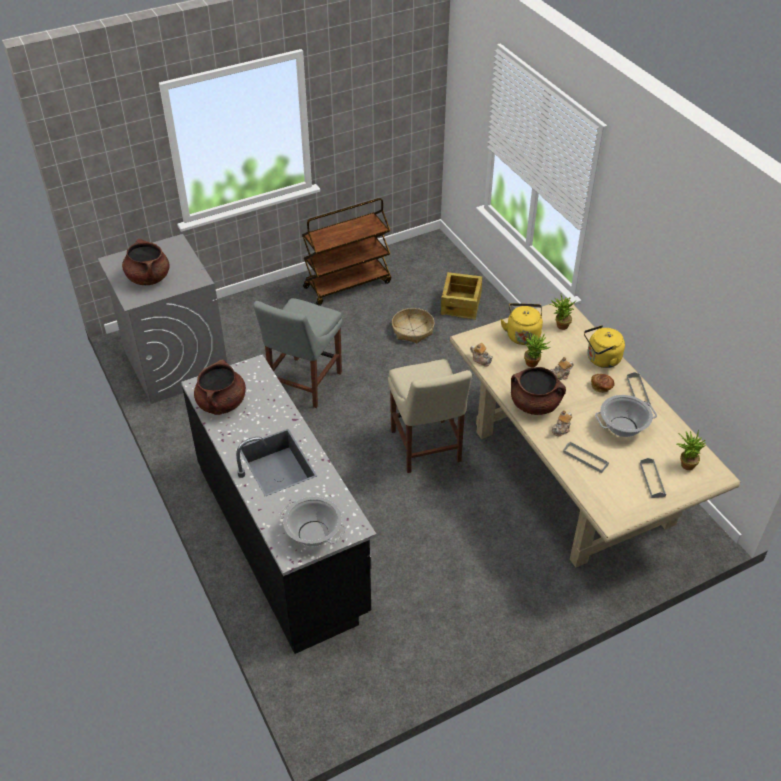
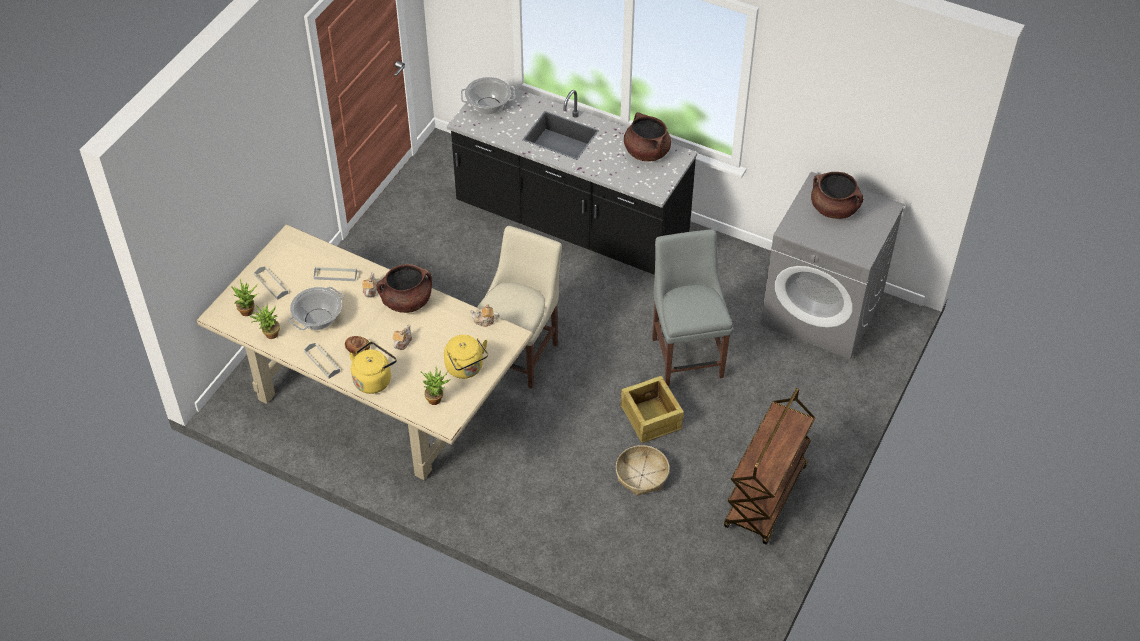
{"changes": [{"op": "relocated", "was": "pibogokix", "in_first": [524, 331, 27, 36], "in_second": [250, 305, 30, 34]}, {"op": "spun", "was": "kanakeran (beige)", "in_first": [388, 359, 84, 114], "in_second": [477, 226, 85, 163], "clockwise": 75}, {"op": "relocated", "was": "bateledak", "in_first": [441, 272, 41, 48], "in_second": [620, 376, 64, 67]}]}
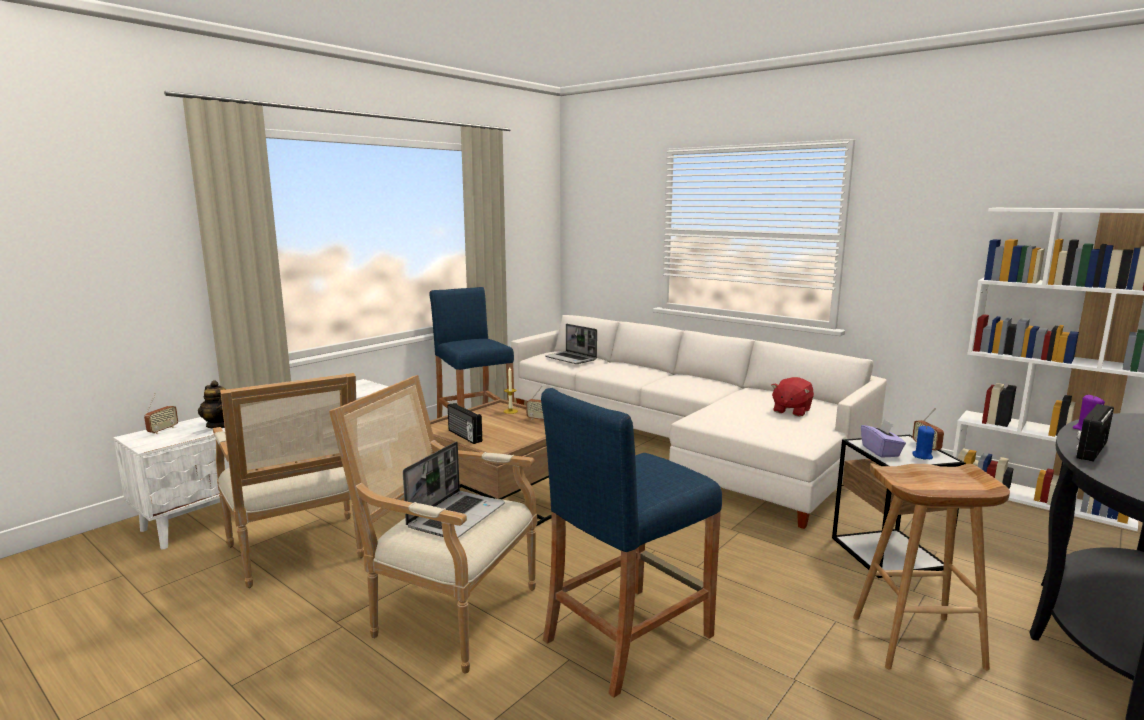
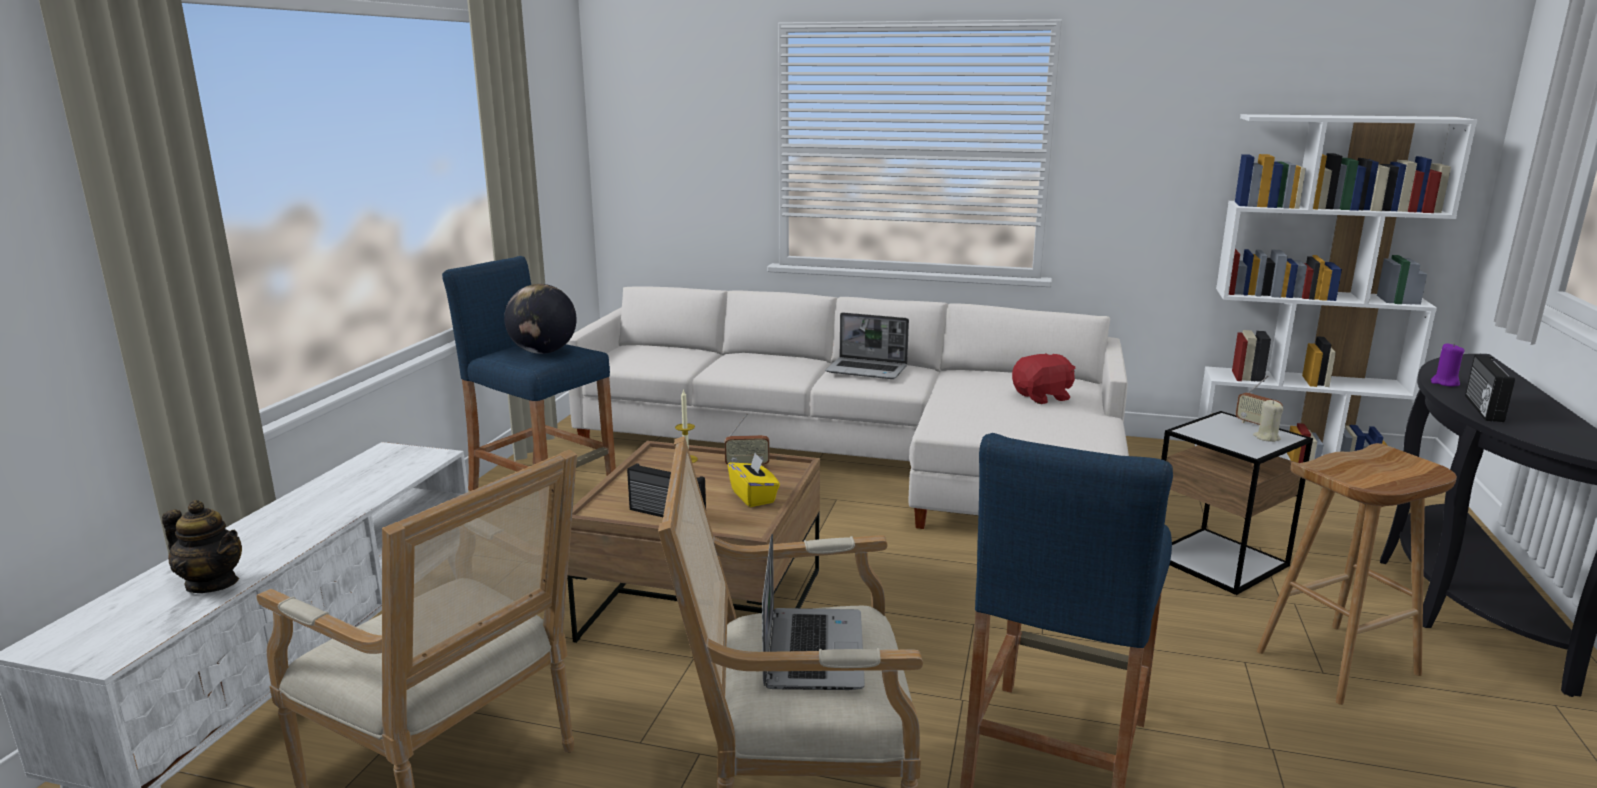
{"changes": [{"op": "appeared", "now": "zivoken", "in_second": [504, 284, 73, 70]}, {"op": "appeared", "now": "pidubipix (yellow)", "in_second": [728, 453, 52, 54]}, {"op": "relocated", "was": "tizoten", "in_first": [545, 324, 52, 40], "in_second": [825, 312, 84, 67]}, {"op": "spun", "was": "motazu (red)", "in_first": [771, 377, 43, 40], "in_second": [1012, 353, 63, 51], "clockwise": -120}, {"op": "colour", "was": "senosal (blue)", "now": "senosal (beige)", "in_first": [912, 426, 23, 33], "in_second": [1253, 400, 31, 42]}, {"op": "missing", "was": "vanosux", "in_first": [144, 393, 34, 41]}, {"op": "missing", "was": "pidubipix (purple)", "in_first": [861, 419, 45, 39]}]}
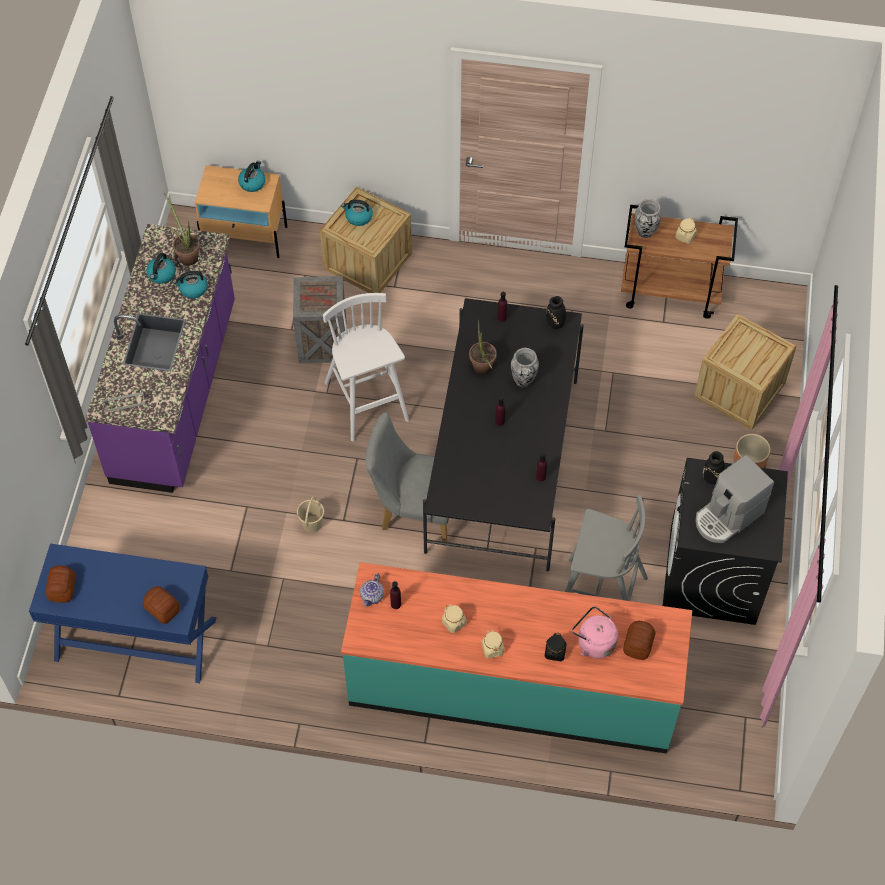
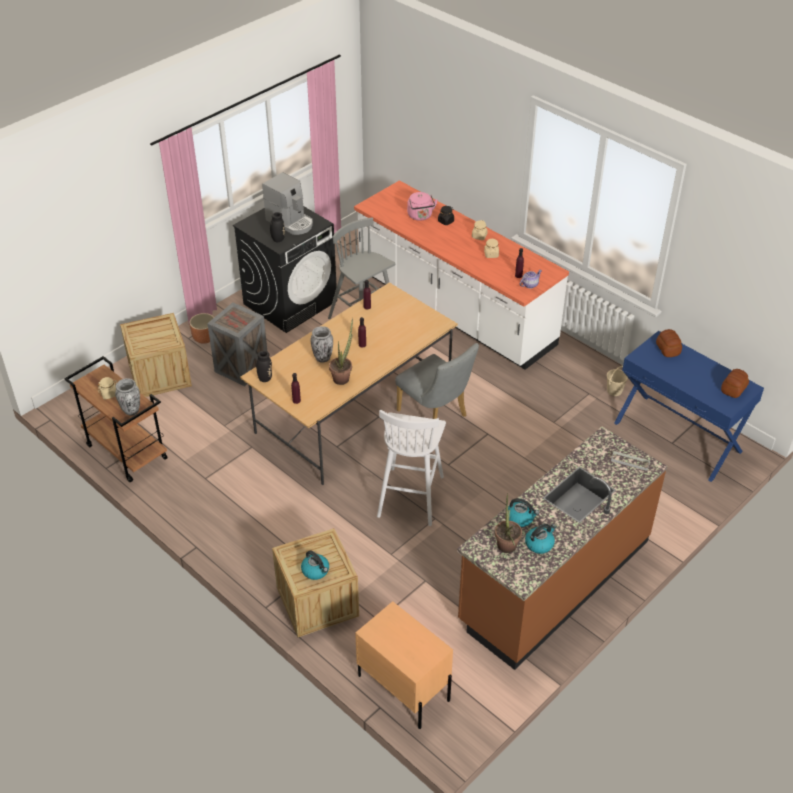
{"changes": [{"op": "relocated", "was": "bateledak", "in_first": [293, 276, 54, 87], "in_second": [207, 302, 61, 84]}, {"op": "colour", "was": "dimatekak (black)", "now": "dimatekak (beige)", "in_first": [423, 298, 161, 273], "in_second": [240, 282, 218, 203]}, {"op": "spun", "was": "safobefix", "in_first": [695, 455, 79, 88], "in_second": [262, 172, 51, 63], "clockwise": 45}, {"op": "colour", "was": "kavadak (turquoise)", "now": "kavadak (white)", "in_first": [341, 562, 351, 192], "in_second": [354, 180, 215, 190]}, {"op": "colour", "was": "kavadak (purple)", "now": "kavadak (brown)", "in_first": [86, 224, 149, 269], "in_second": [457, 427, 211, 243]}, {"op": "relocated", "was": "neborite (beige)", "in_first": [297, 496, 27, 37], "in_second": [607, 366, 21, 30]}, {"op": "missing", "was": "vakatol", "in_first": [238, 161, 28, 31]}, {"op": "missing", "was": "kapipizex", "in_first": [623, 621, 33, 39]}]}
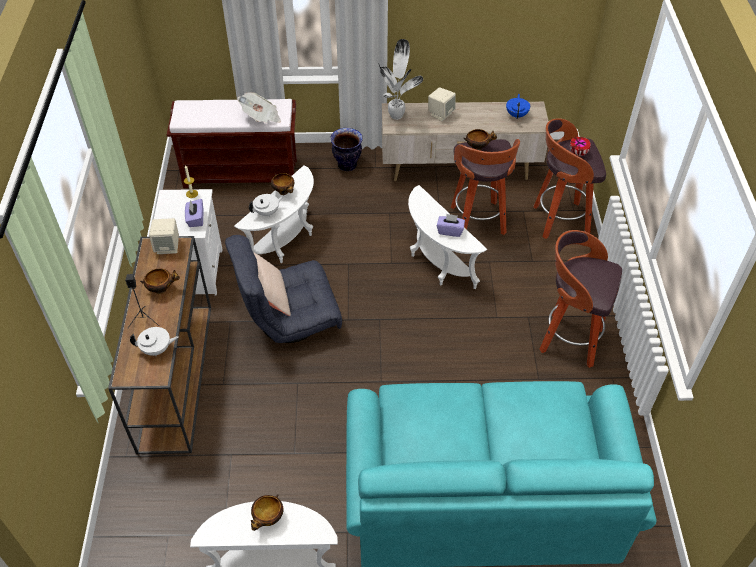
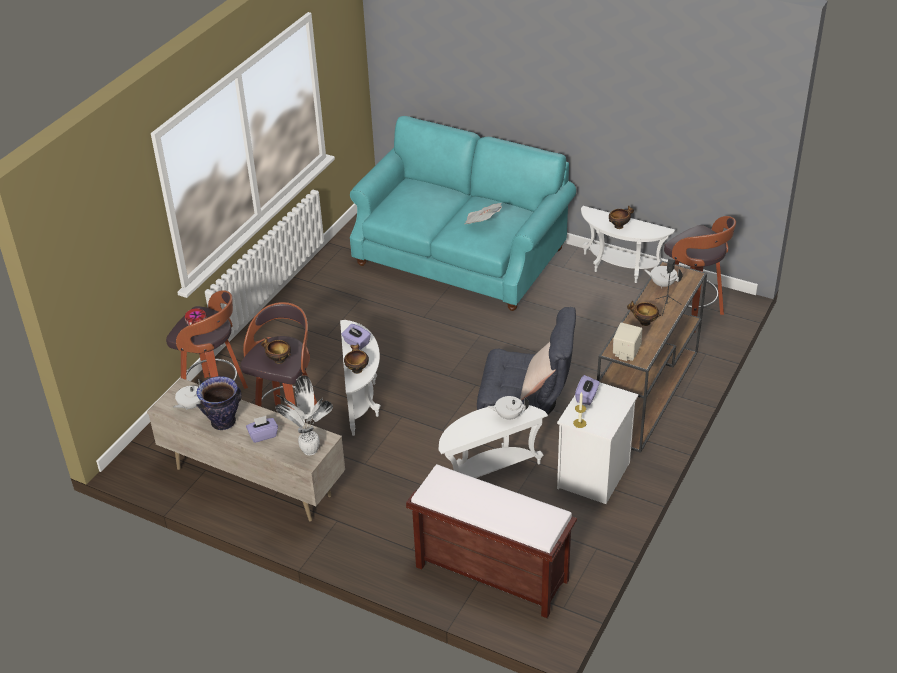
{"changes": [{"op": "colour", "was": "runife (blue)", "now": "runife (white)", "in_first": [506, 94, 24, 25], "in_second": [173, 379, 30, 31]}, {"op": "relocated", "was": "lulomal", "in_first": [330, 128, 33, 43], "in_second": [196, 376, 46, 54]}, {"op": "exchanged", "was": "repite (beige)", "now": "pidubipix (purple)", "in_first": [428, 87, 28, 34], "in_second": [246, 416, 32, 27]}, {"op": "relocated", "was": "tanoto", "in_first": [271, 173, 23, 22], "in_second": [344, 344, 25, 30]}, {"op": "relocated", "was": "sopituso", "in_first": [237, 92, 44, 31], "in_second": [465, 203, 37, 21]}, {"op": "relocated", "was": "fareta", "in_first": [539, 230, 83, 138], "in_second": [664, 216, 72, 116]}]}
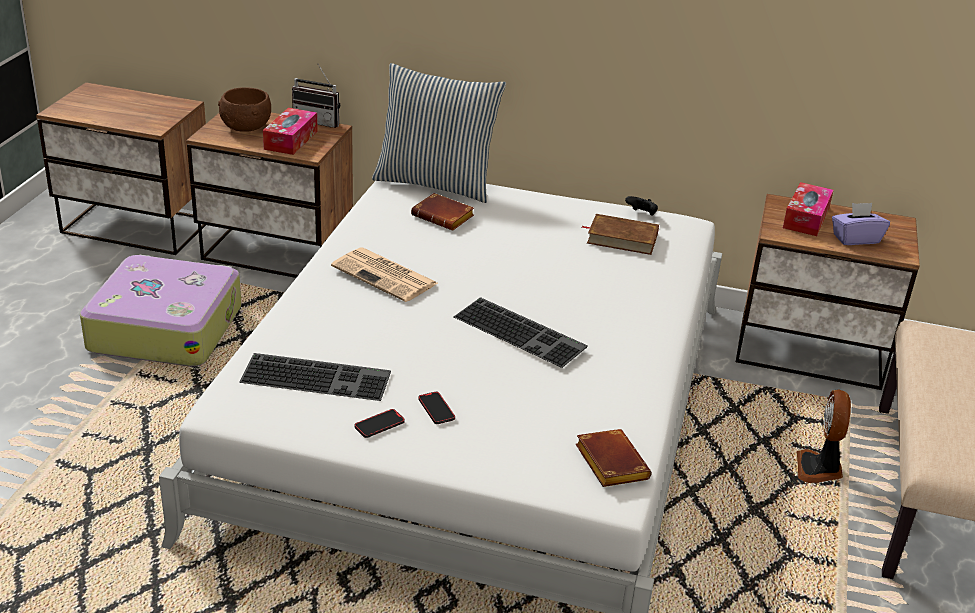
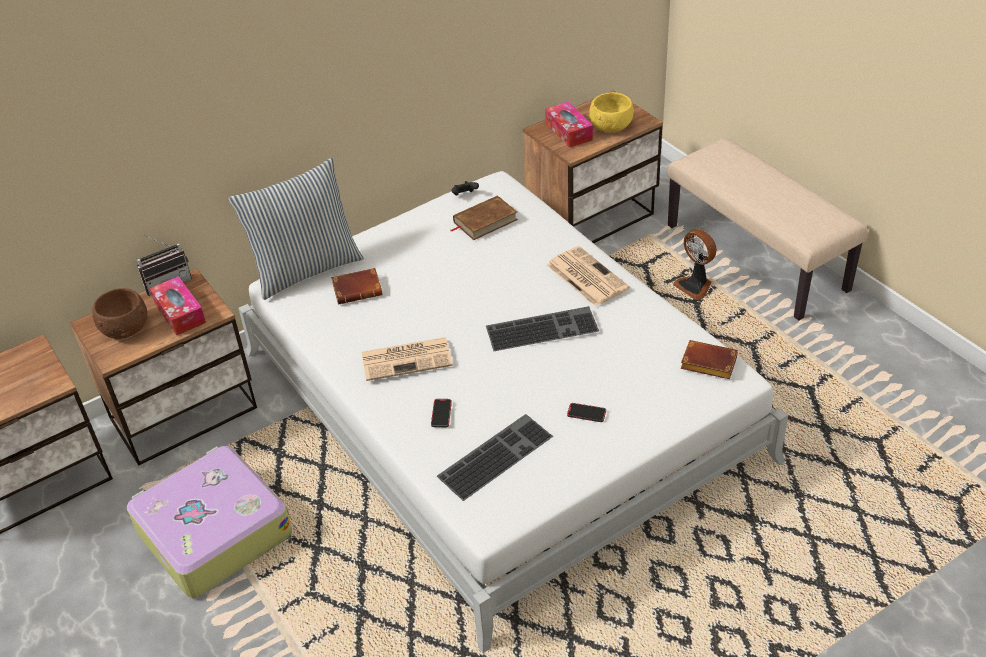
{"changes": [{"op": "relocated", "was": "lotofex", "in_first": [354, 409, 51, 29], "in_second": [431, 399, 21, 28]}, {"op": "appeared", "now": "sopituso", "in_second": [547, 246, 83, 61]}, {"op": "exchanged", "was": "pidubipix (purple)", "now": "tanoto (yellow)", "in_first": [832, 203, 58, 42], "in_second": [589, 92, 45, 40]}]}
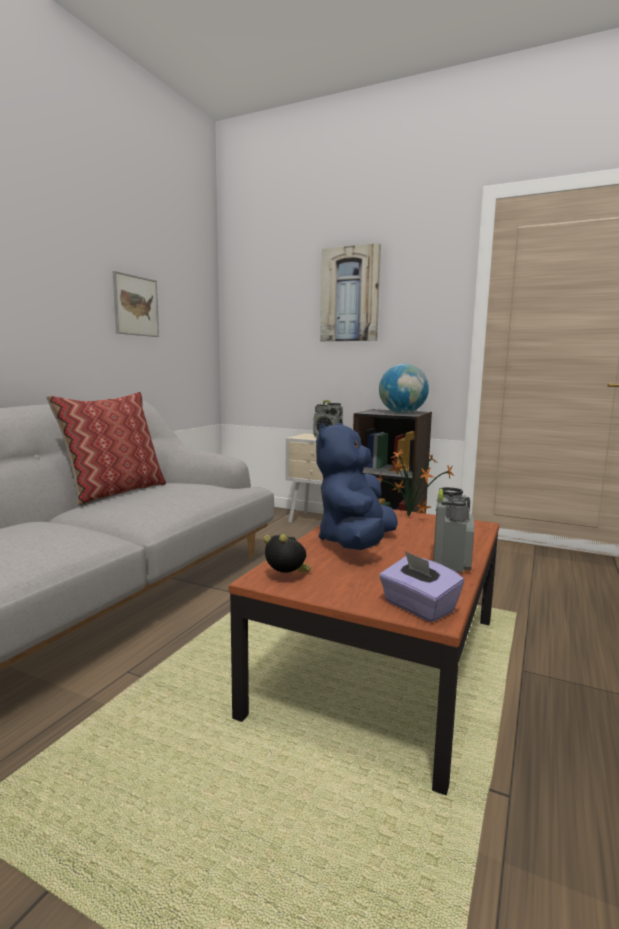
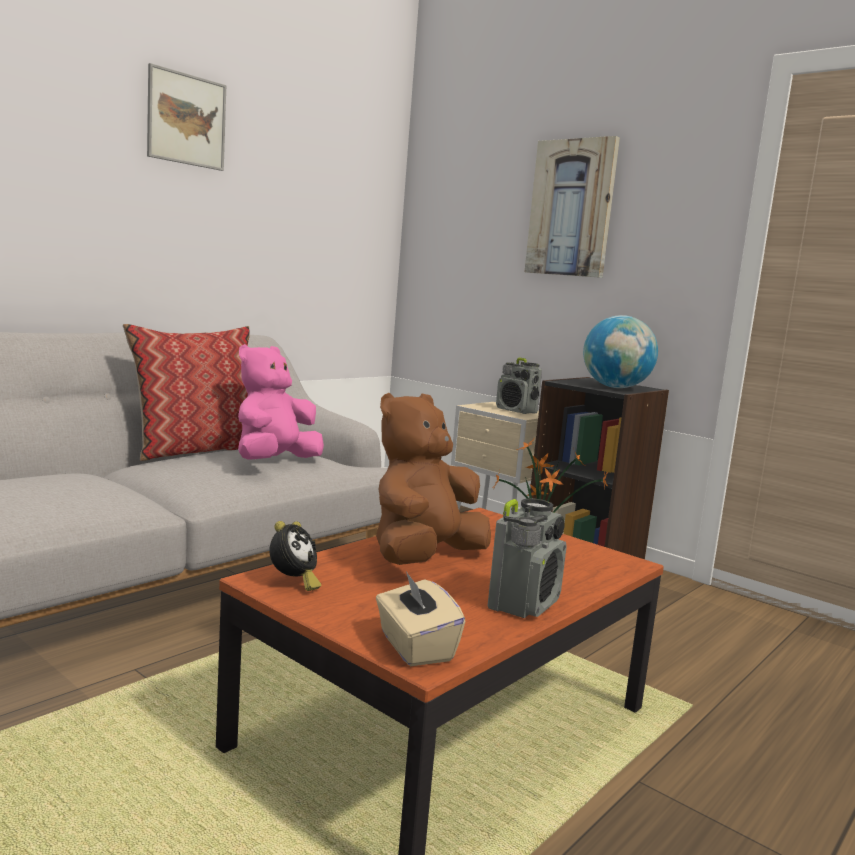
{"changes": [{"op": "relocated", "was": "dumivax", "in_first": [113, 271, 46, 66], "in_second": [147, 63, 79, 108]}, {"op": "appeared", "now": "motazu (pink)", "in_second": [238, 344, 86, 116]}, {"op": "spun", "was": "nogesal", "in_first": [263, 534, 48, 39], "in_second": [269, 521, 52, 70], "clockwise": 60}, {"op": "colour", "was": "motazu (blue)", "now": "motazu (brown)", "in_first": [316, 423, 82, 127], "in_second": [376, 393, 115, 172]}, {"op": "colour", "was": "pidubipix (purple)", "now": "pidubipix (beige)", "in_first": [379, 551, 85, 71], "in_second": [376, 571, 89, 95]}]}
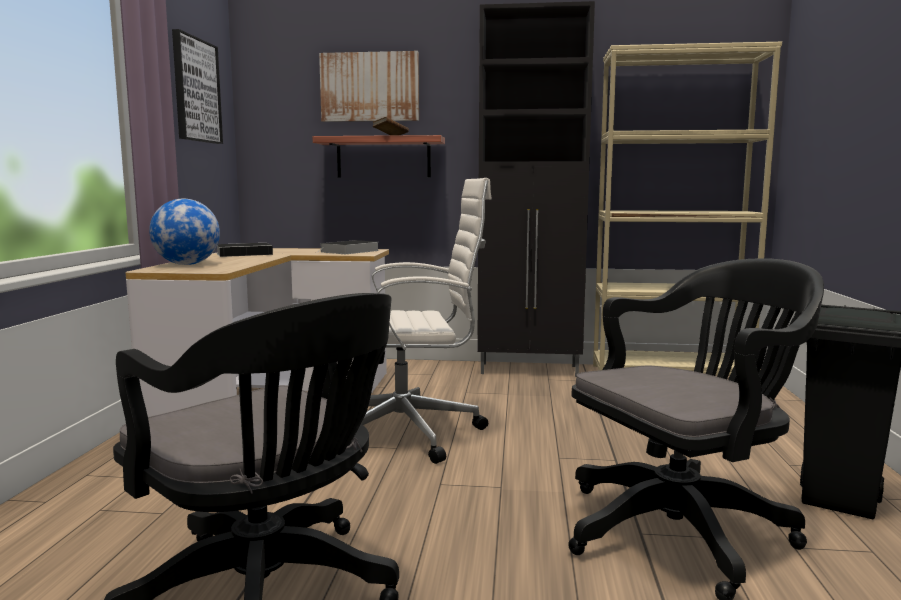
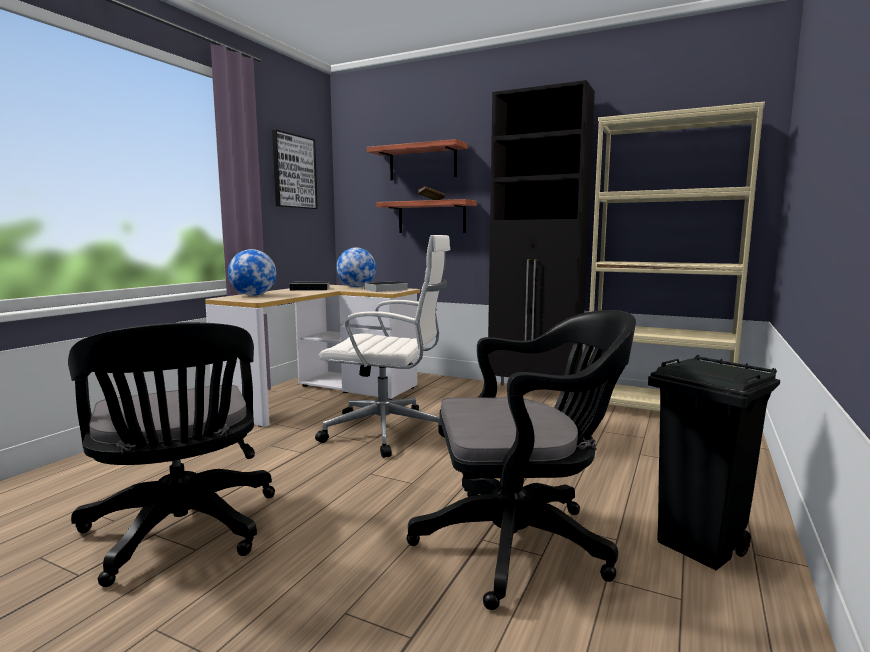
{"changes": [{"op": "appeared", "now": "zivoken", "in_second": [337, 247, 39, 40]}, {"op": "exchanged", "was": "dumivax", "now": "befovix", "in_first": [319, 51, 100, 71], "in_second": [367, 139, 101, 41]}]}
